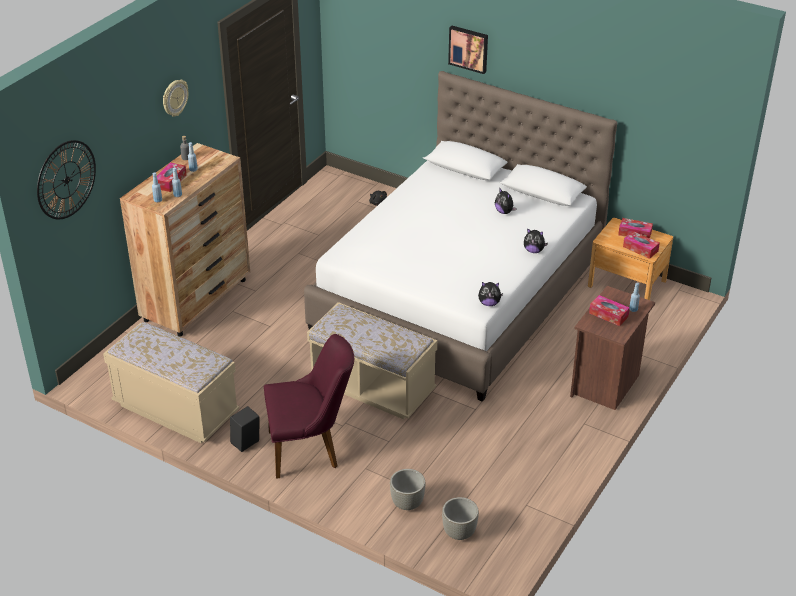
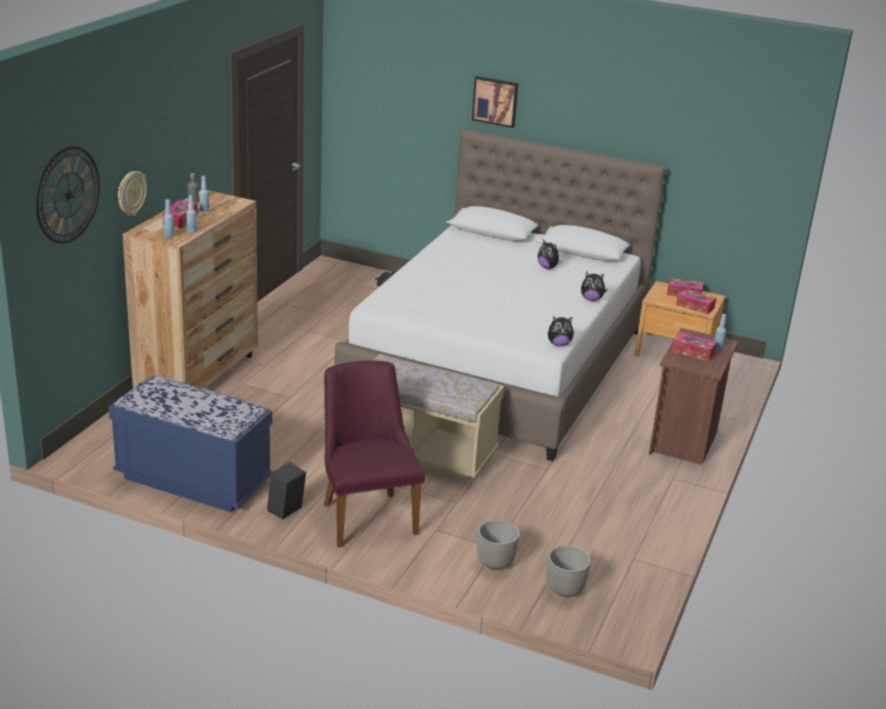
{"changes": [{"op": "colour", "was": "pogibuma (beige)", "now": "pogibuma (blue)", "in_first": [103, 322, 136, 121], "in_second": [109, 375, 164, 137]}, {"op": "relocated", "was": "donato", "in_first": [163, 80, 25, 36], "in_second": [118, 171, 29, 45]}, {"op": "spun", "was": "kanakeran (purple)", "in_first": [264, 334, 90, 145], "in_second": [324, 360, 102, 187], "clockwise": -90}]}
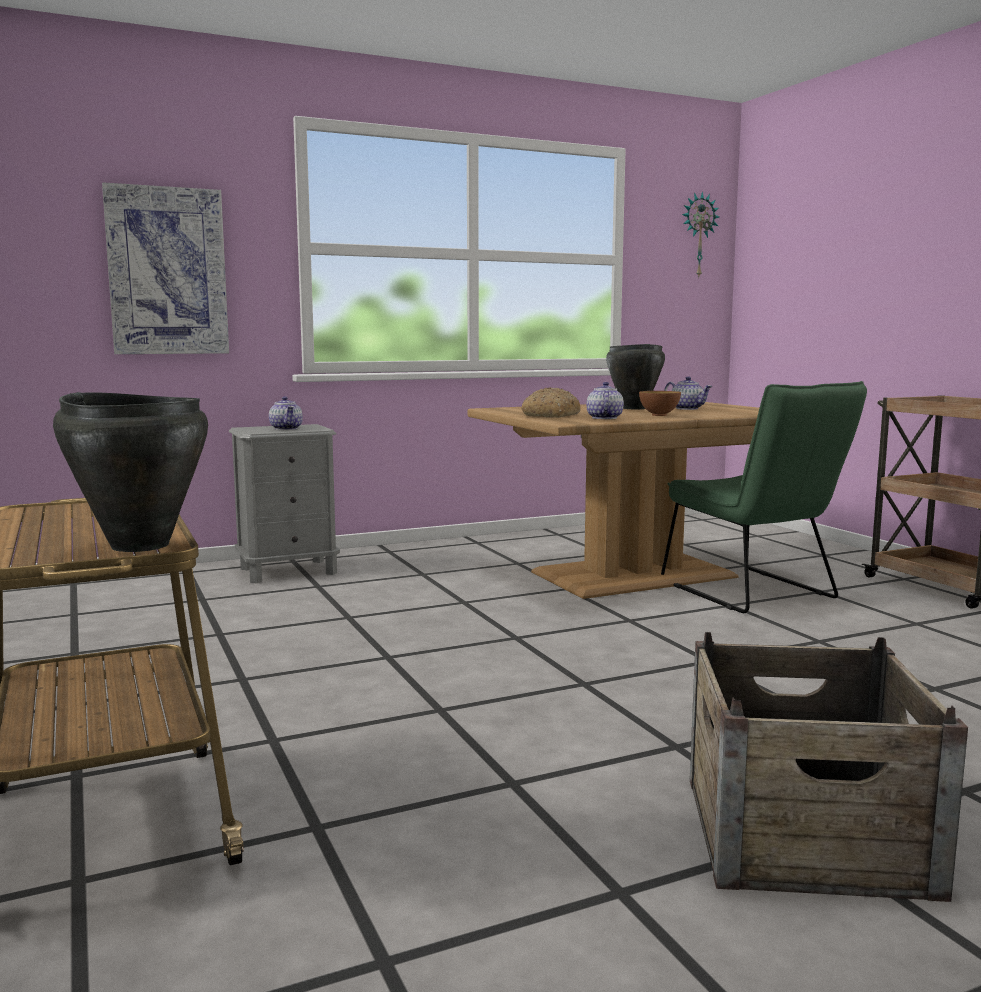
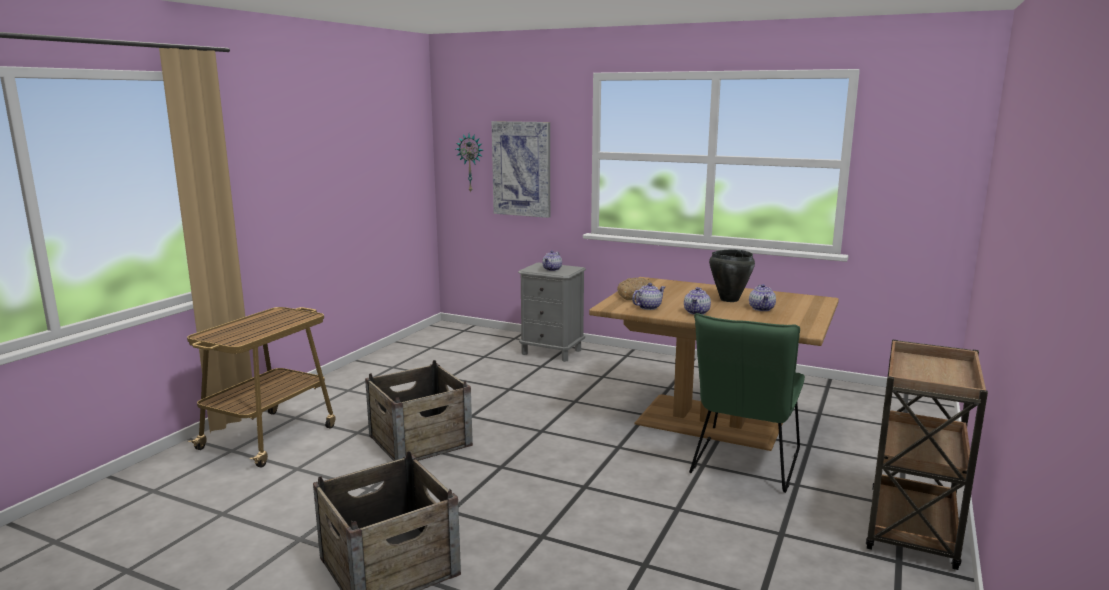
{"changes": [{"op": "appeared", "now": "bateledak", "in_second": [365, 360, 108, 101]}, {"op": "relocated", "was": "donato", "in_first": [682, 191, 37, 86], "in_second": [456, 134, 27, 59]}, {"op": "exchanged", "was": "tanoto", "now": "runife", "in_first": [639, 391, 42, 25], "in_second": [684, 287, 27, 28]}, {"op": "missing", "was": "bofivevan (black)", "in_first": [53, 392, 155, 160]}]}
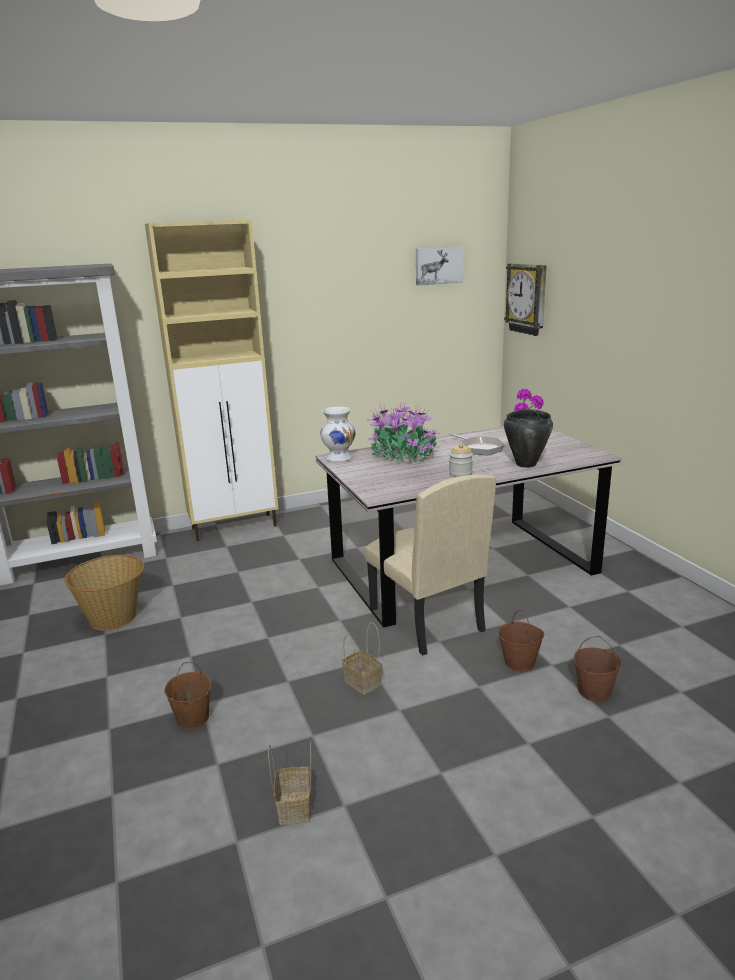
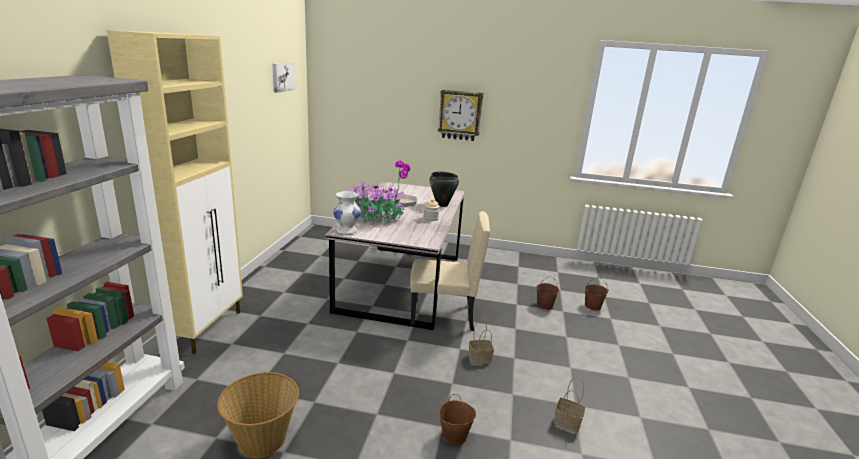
{"changes": [{"op": "relocated", "was": "donato", "in_first": [504, 263, 43, 73], "in_second": [438, 89, 46, 52]}, {"op": "relocated", "was": "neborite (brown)", "in_first": [498, 610, 46, 62], "in_second": [585, 277, 23, 33]}]}
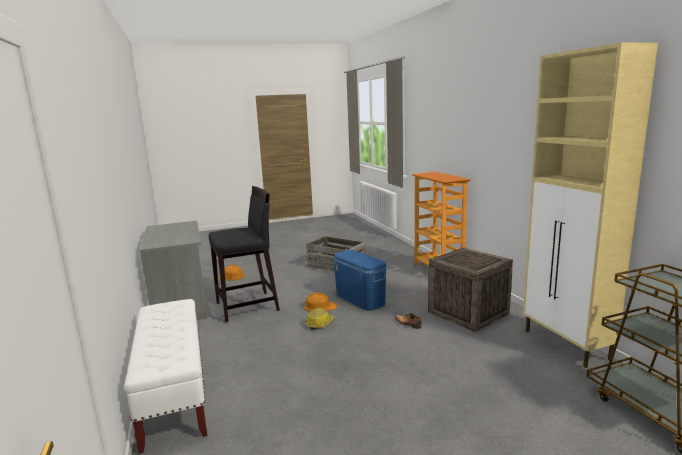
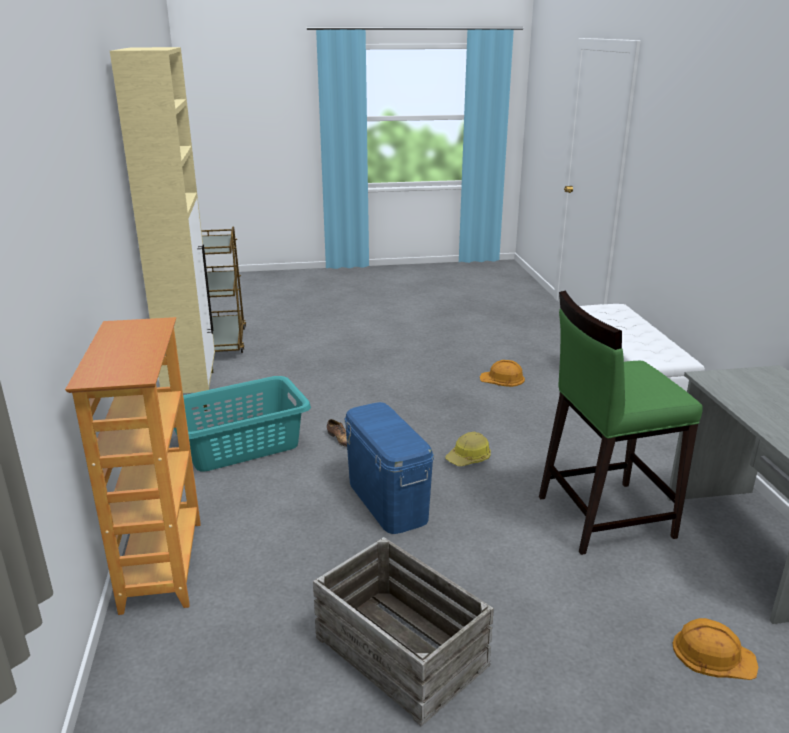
{"changes": [{"op": "exchanged", "was": "bateledak", "now": "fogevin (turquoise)", "in_first": [428, 247, 85, 85], "in_second": [174, 376, 137, 96]}, {"op": "relocated", "was": "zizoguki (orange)", "in_first": [304, 293, 33, 19], "in_second": [480, 360, 45, 27]}, {"op": "colour", "was": "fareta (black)", "now": "fareta (green)", "in_first": [209, 186, 71, 136], "in_second": [539, 291, 164, 264]}]}
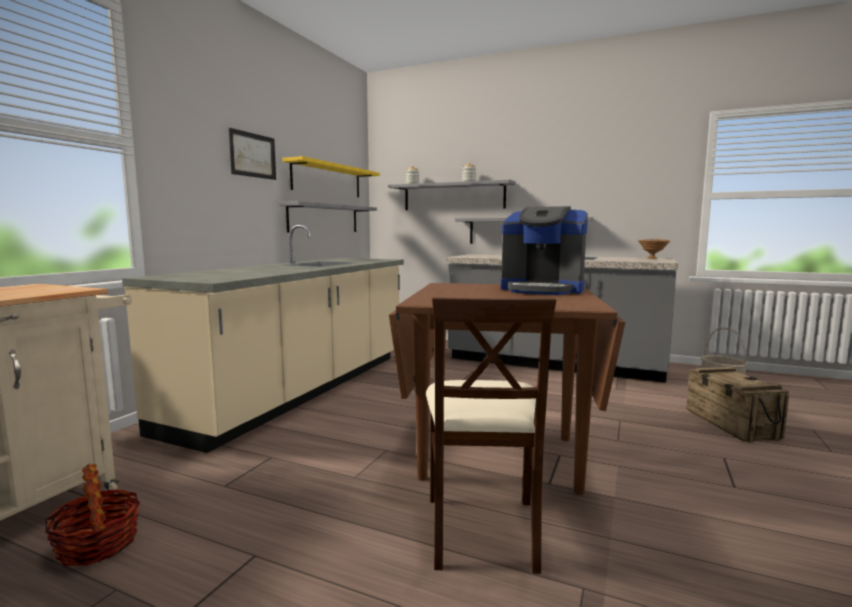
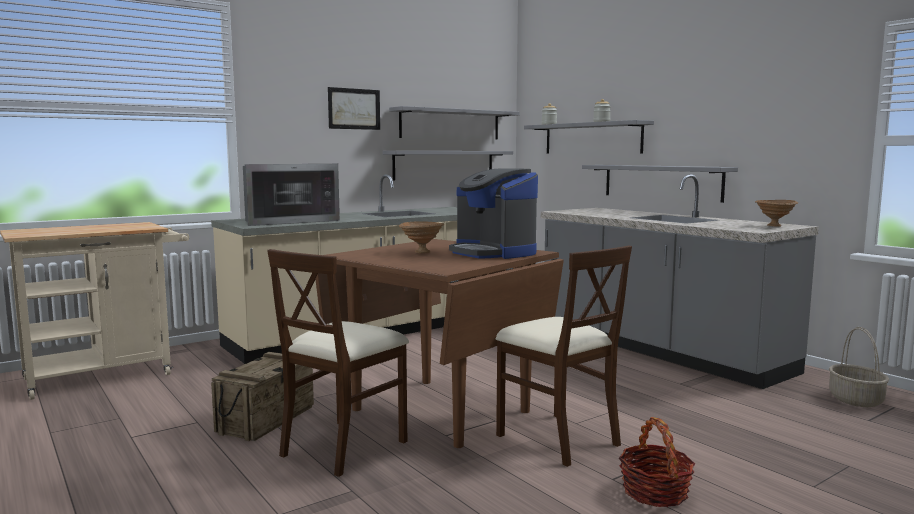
{"changes": [{"op": "relocated", "was": "bateledak", "in_first": [686, 367, 103, 76], "in_second": [211, 352, 103, 89]}, {"op": "appeared", "now": "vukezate", "in_second": [243, 164, 97, 62]}, {"op": "colour", "was": "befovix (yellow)", "now": "befovix (grey)", "in_first": [282, 156, 98, 41], "in_second": [389, 106, 131, 34]}, {"op": "appeared", "now": "tanoto (brown)", "in_second": [399, 221, 45, 32]}, {"op": "appeared", "now": "kanakeran (beige)", "in_second": [496, 246, 136, 221]}, {"op": "relocated", "was": "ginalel", "in_first": [44, 464, 96, 102], "in_second": [619, 417, 76, 90]}]}
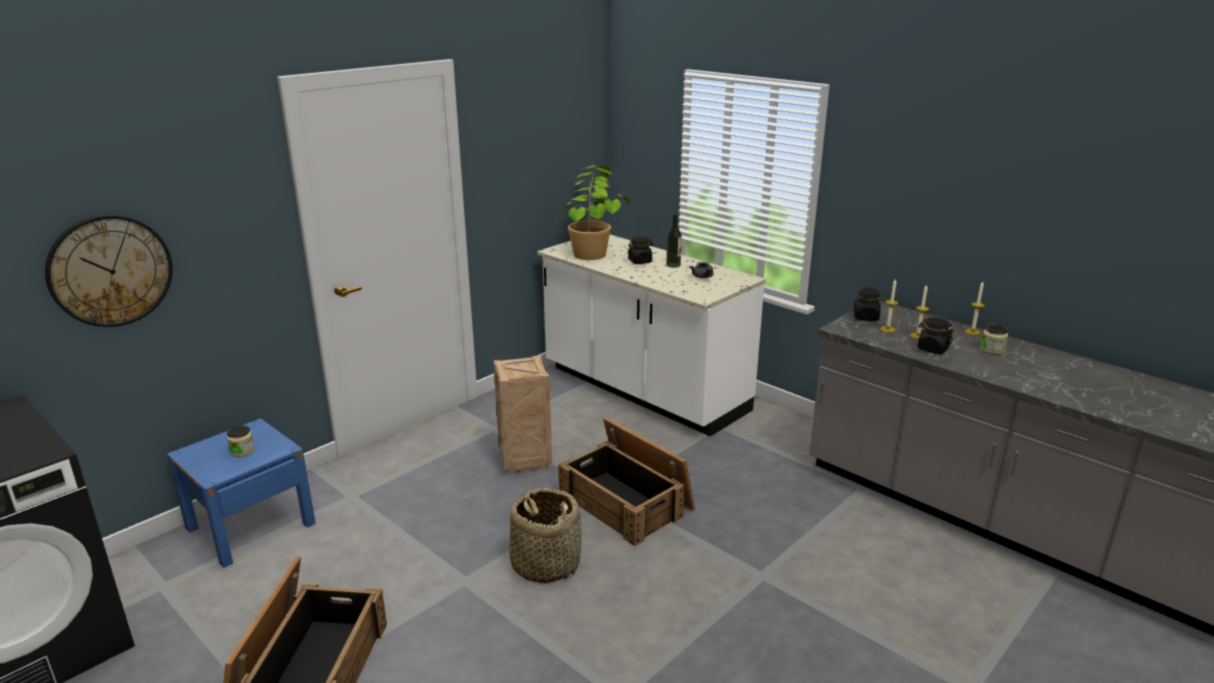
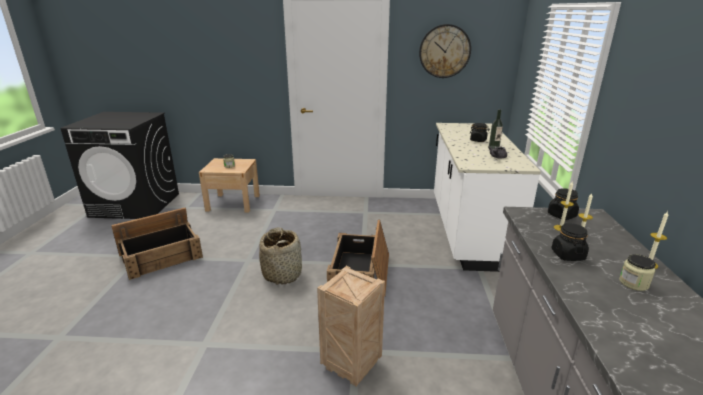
{"changes": [{"op": "colour", "was": "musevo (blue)", "now": "musevo (beige)", "in_first": [167, 418, 149, 150], "in_second": [199, 158, 61, 55]}, {"op": "relocated", "was": "bateledak", "in_first": [493, 355, 59, 119], "in_second": [317, 266, 68, 120]}, {"op": "relocated", "was": "donato", "in_first": [45, 215, 128, 112], "in_second": [419, 24, 52, 54]}, {"op": "missing", "was": "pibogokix", "in_first": [563, 165, 68, 95]}]}
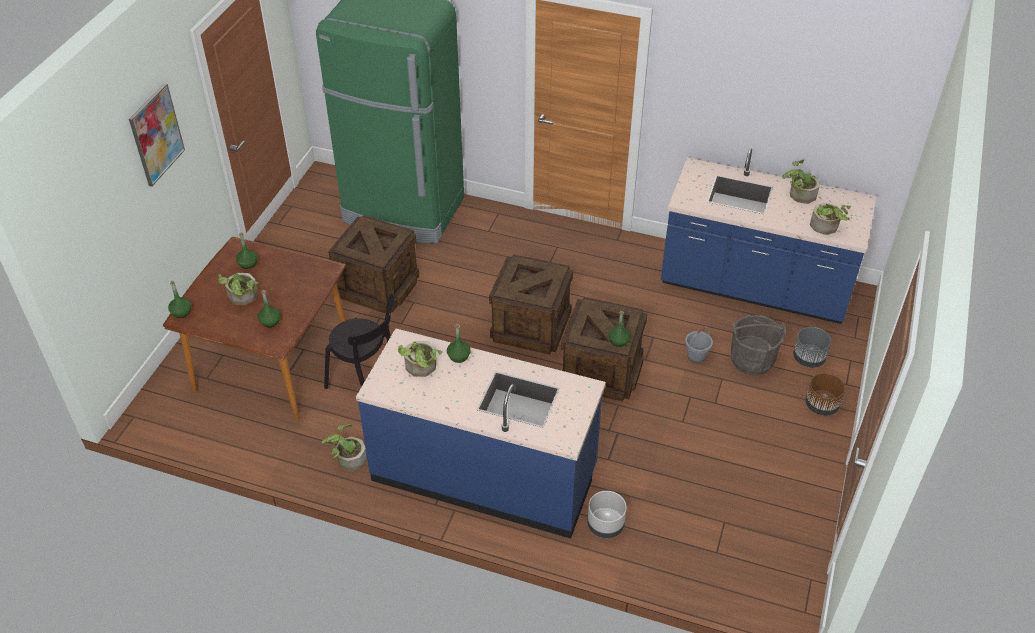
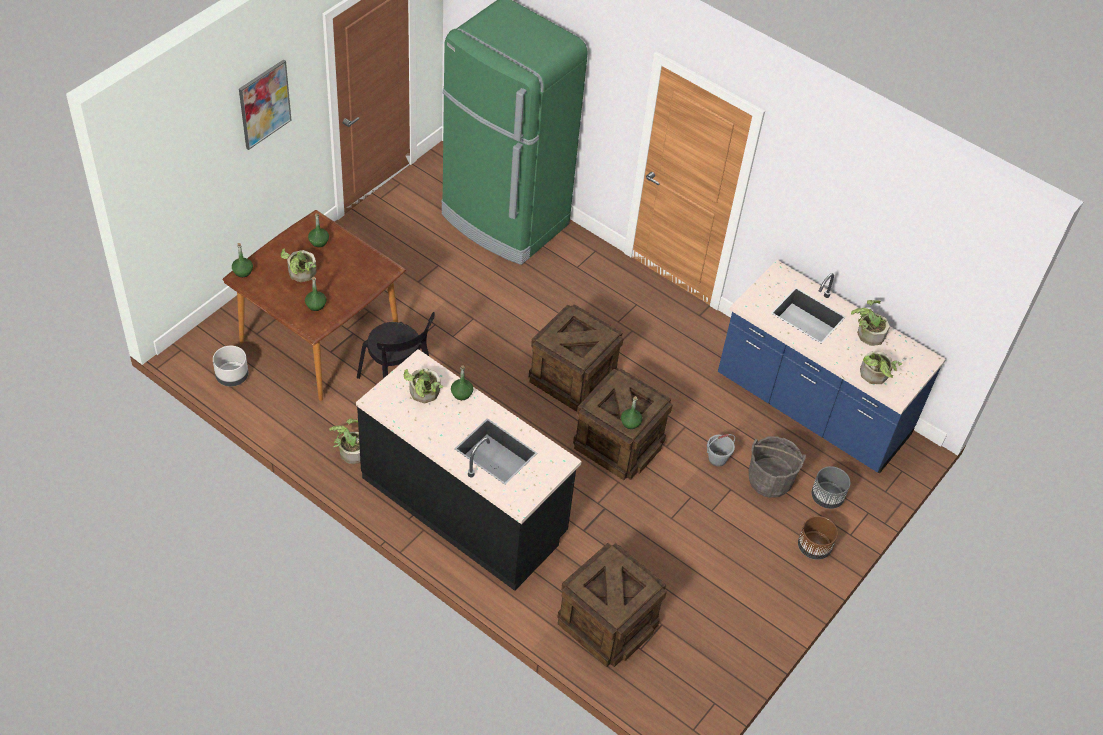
{"changes": [{"op": "relocated", "was": "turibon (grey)", "in_first": [587, 491, 40, 47], "in_second": [213, 346, 36, 40]}, {"op": "colour", "was": "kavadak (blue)", "now": "kavadak (black)", "in_first": [356, 328, 250, 211], "in_second": [356, 349, 225, 242]}, {"op": "relocated", "was": "bateledak", "in_first": [328, 215, 91, 99], "in_second": [557, 543, 110, 124]}]}
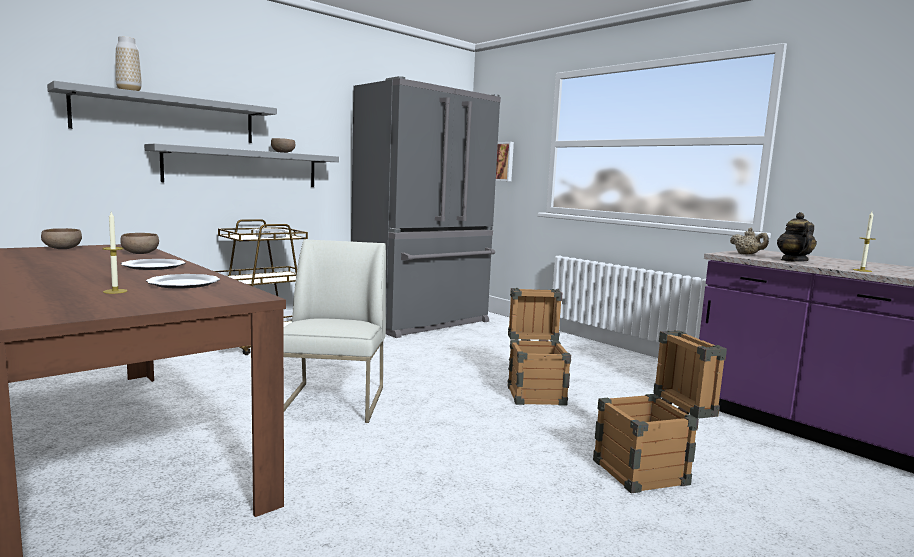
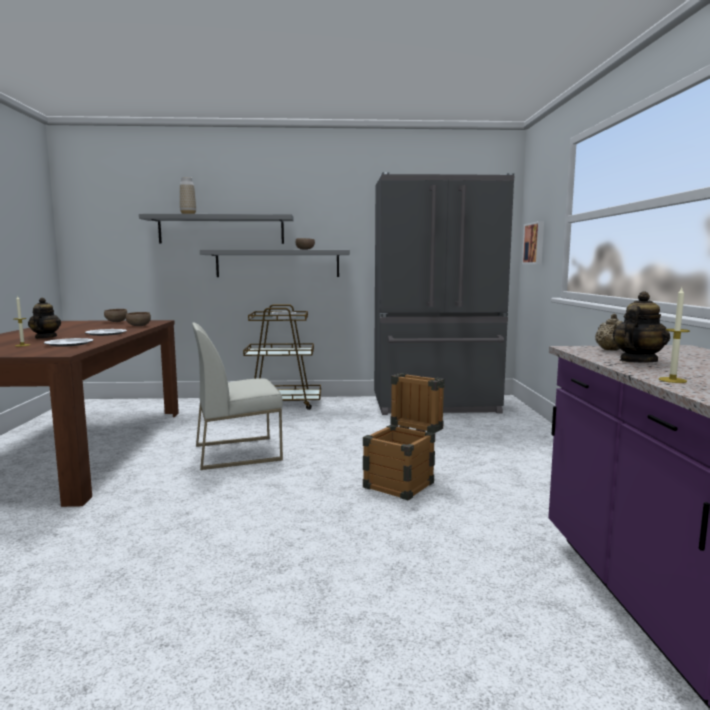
{"changes": [{"op": "appeared", "now": "runife", "in_second": [28, 298, 33, 41]}, {"op": "spun", "was": "kanakeran (white)", "in_first": [283, 239, 103, 184], "in_second": [192, 322, 91, 148], "clockwise": -150}, {"op": "missing", "was": "bateledak", "in_first": [593, 330, 134, 163]}]}
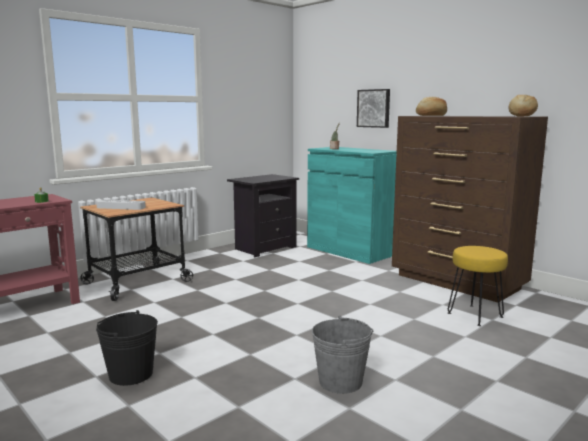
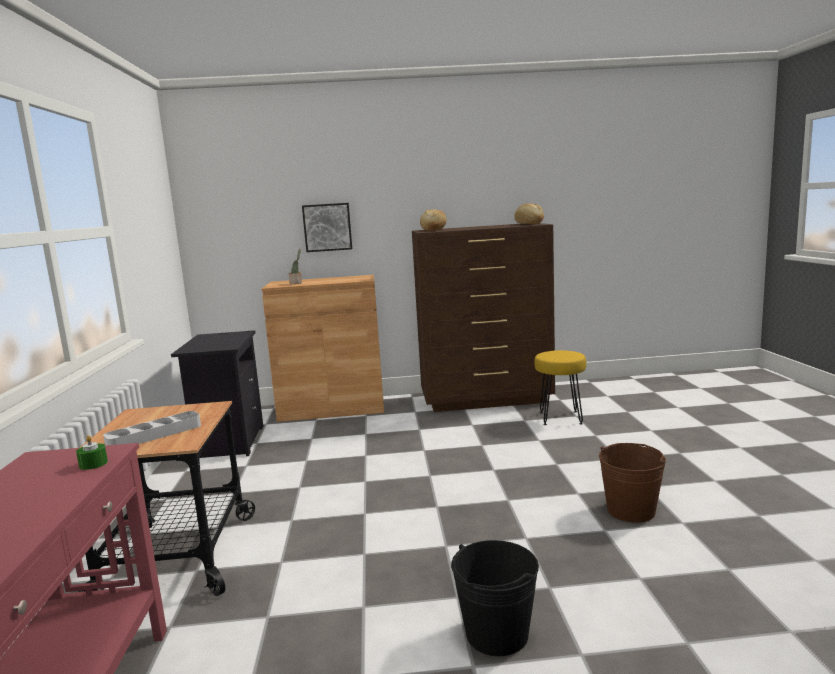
{"changes": [{"op": "colour", "was": "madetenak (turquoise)", "now": "madetenak (brown)", "in_first": [307, 147, 90, 117], "in_second": [262, 275, 122, 147]}, {"op": "colour", "was": "neborite (grey)", "now": "neborite (brown)", "in_first": [312, 316, 61, 78], "in_second": [599, 443, 67, 80]}]}
